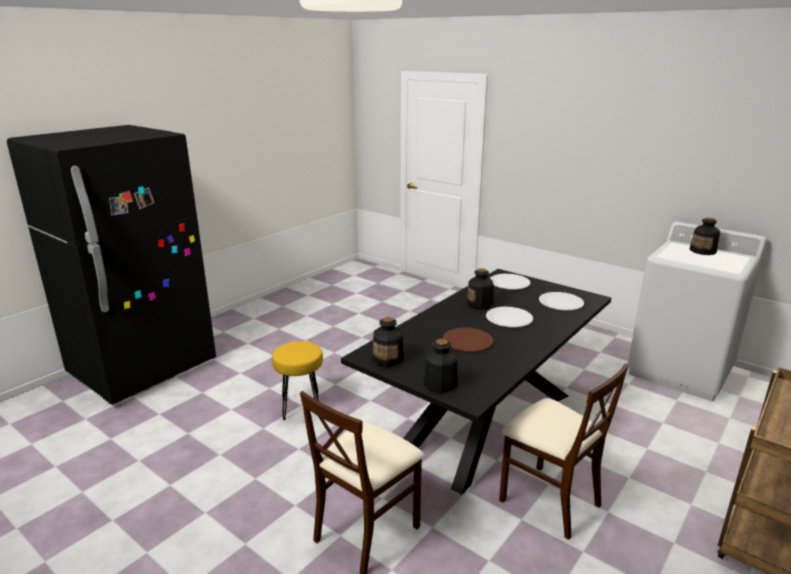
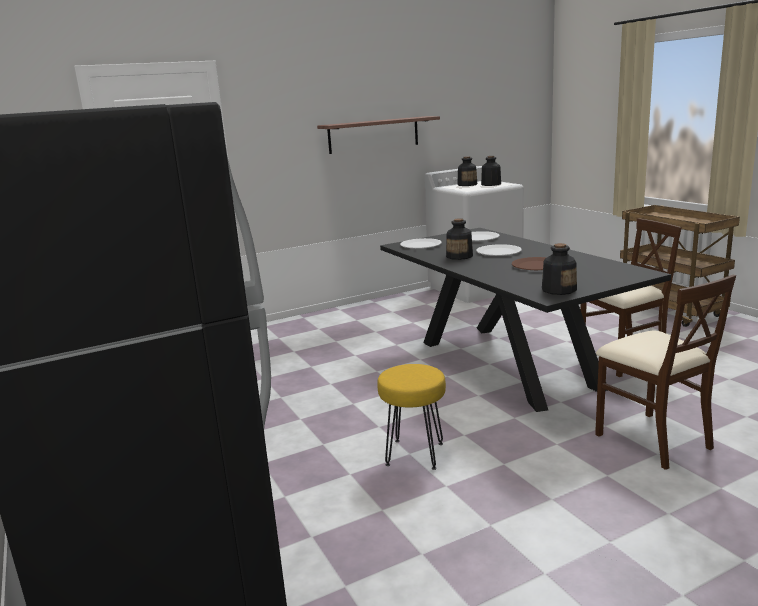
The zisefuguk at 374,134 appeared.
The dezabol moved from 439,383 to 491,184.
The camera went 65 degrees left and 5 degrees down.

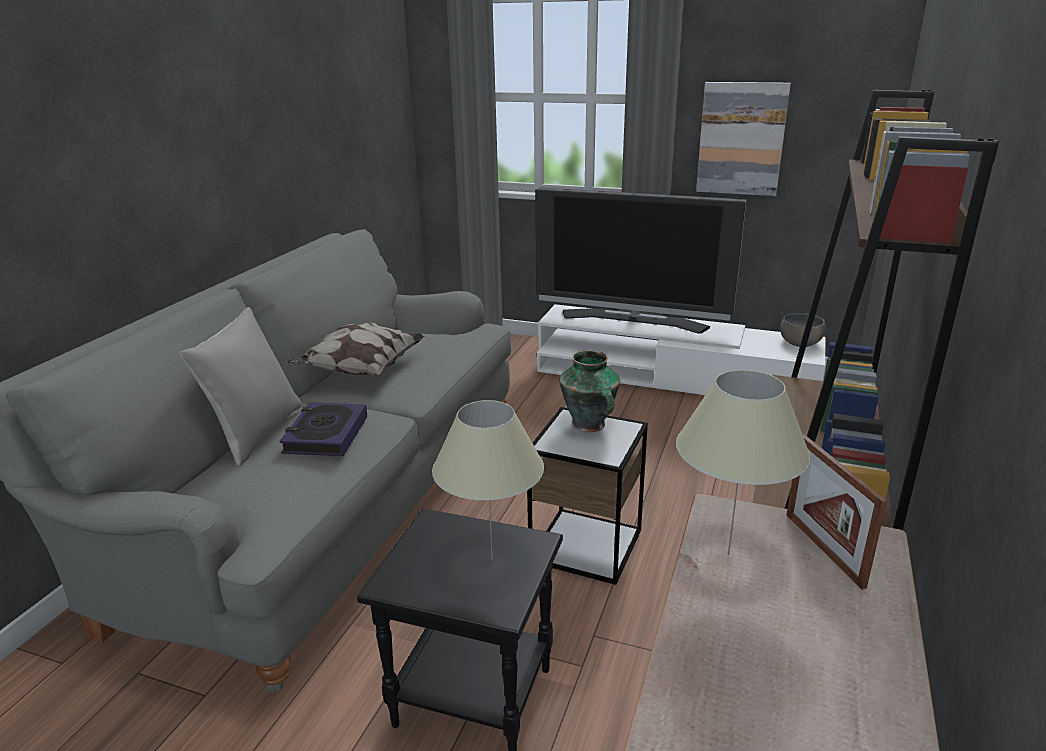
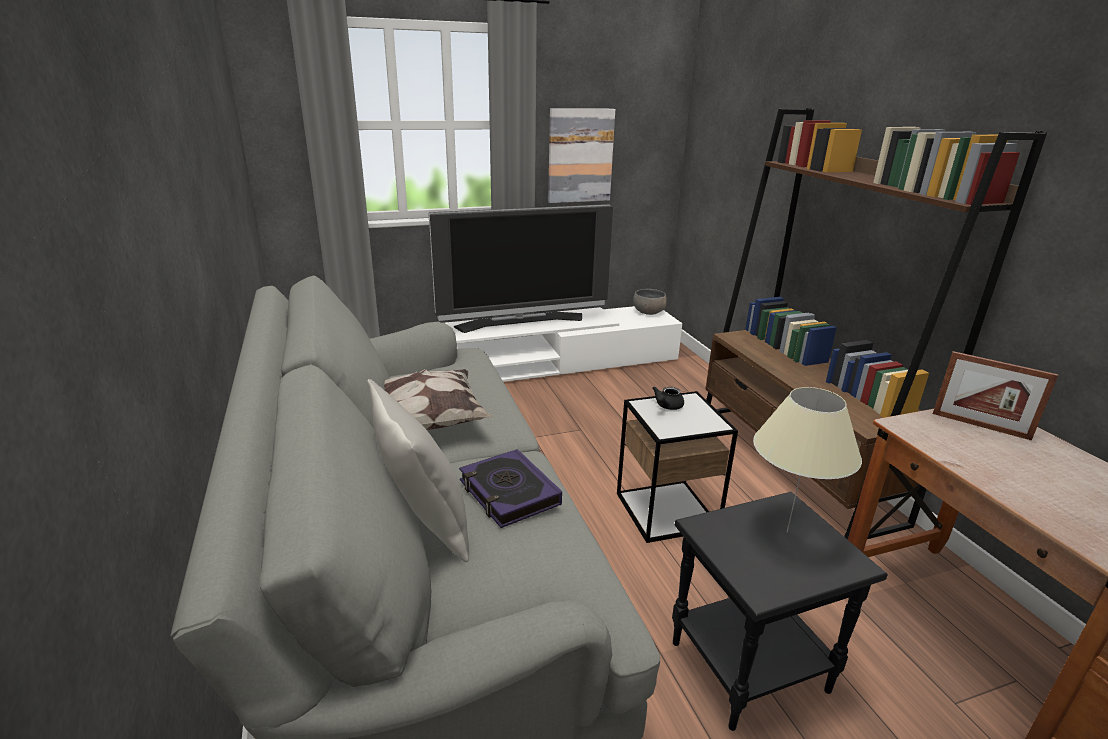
The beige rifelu at 727,554 disappeared.
The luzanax at 589,425 was replaced by the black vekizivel at 667,406.
The camera went 40 degrees left and 0 degrees up.

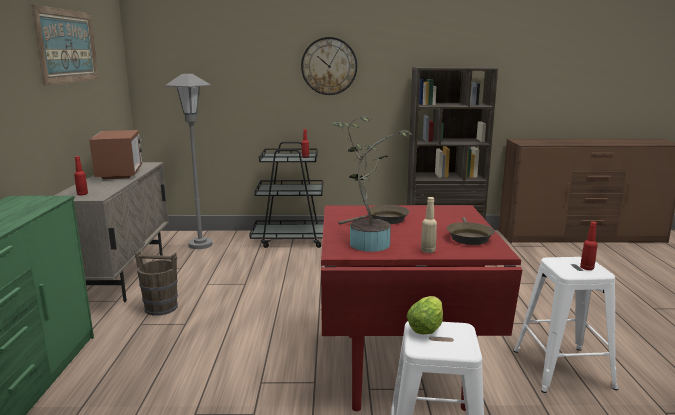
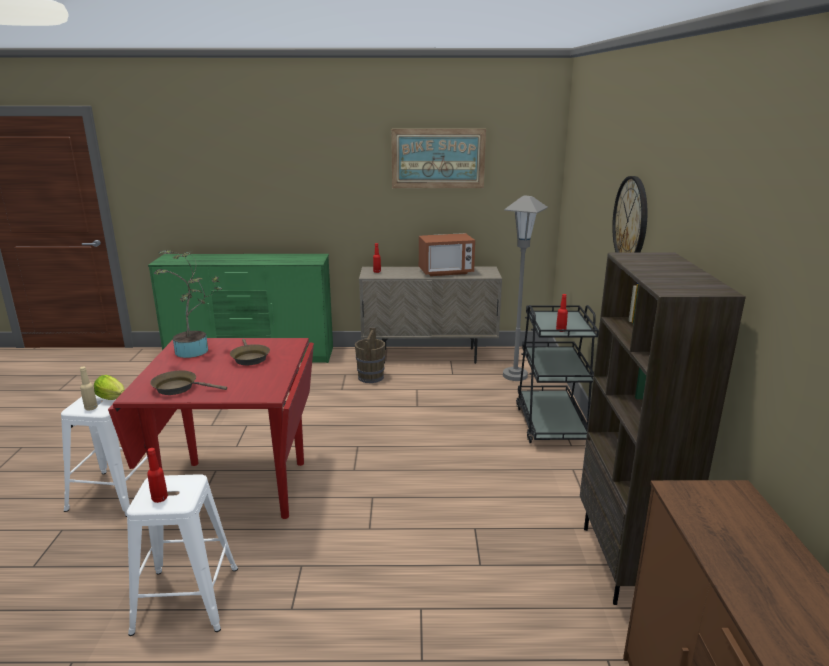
The beige dezabol moved from 428,251 to 91,408.
The camera went 90 degrees right and 5 degrees up.

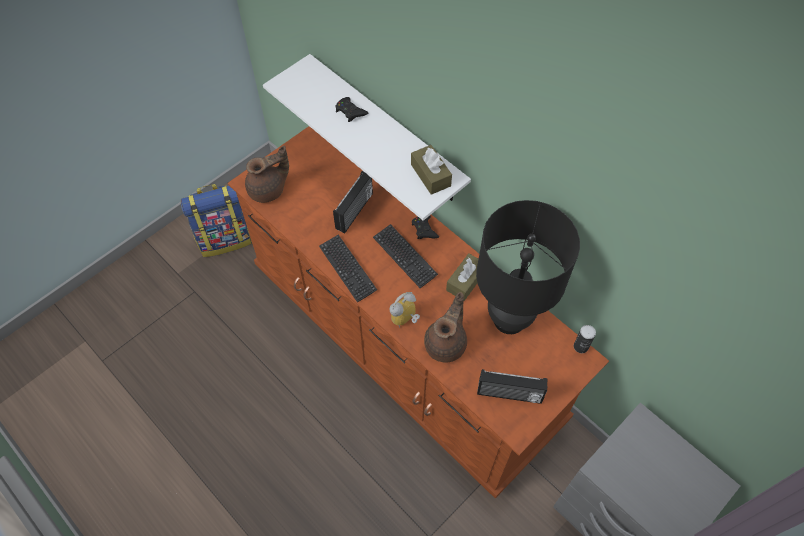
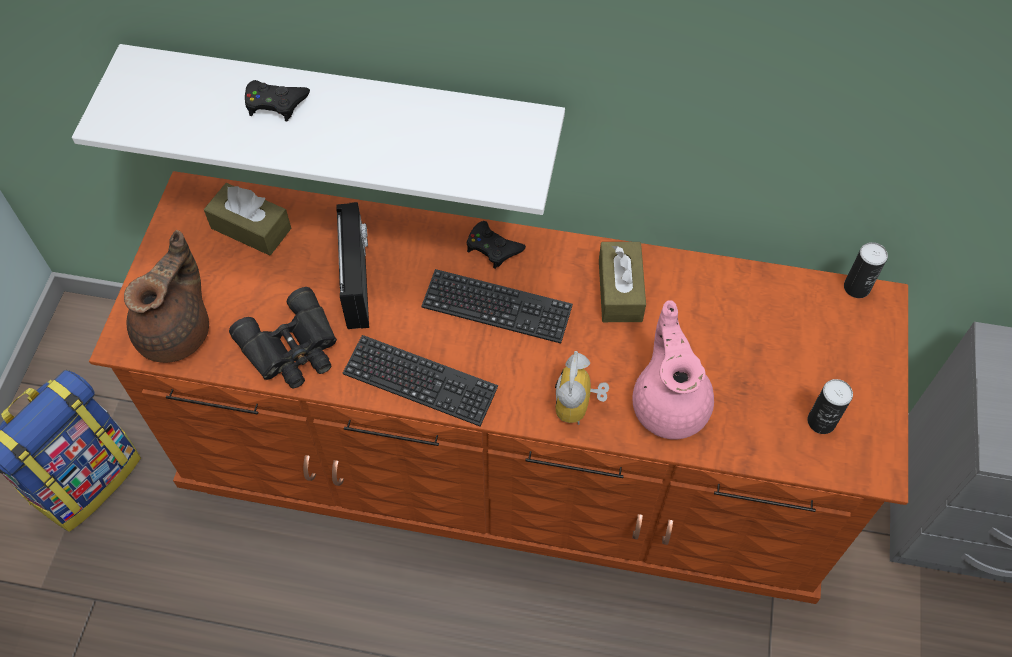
The black rifelu at 509,319 disappeared.
The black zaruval at 293,349 appeared.
The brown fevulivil moved from 430,175 to 251,228.
The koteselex at 509,394 was replaced by the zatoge at 821,421.
The brown vekizivel at 446,343 became the pink vekizivel at 670,403.
The camera went 35 degrees left and 0 degrees up.

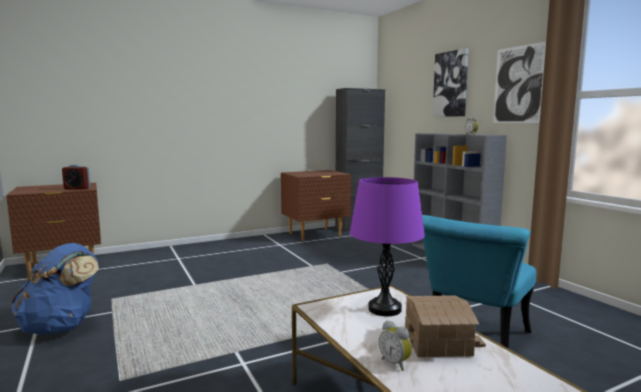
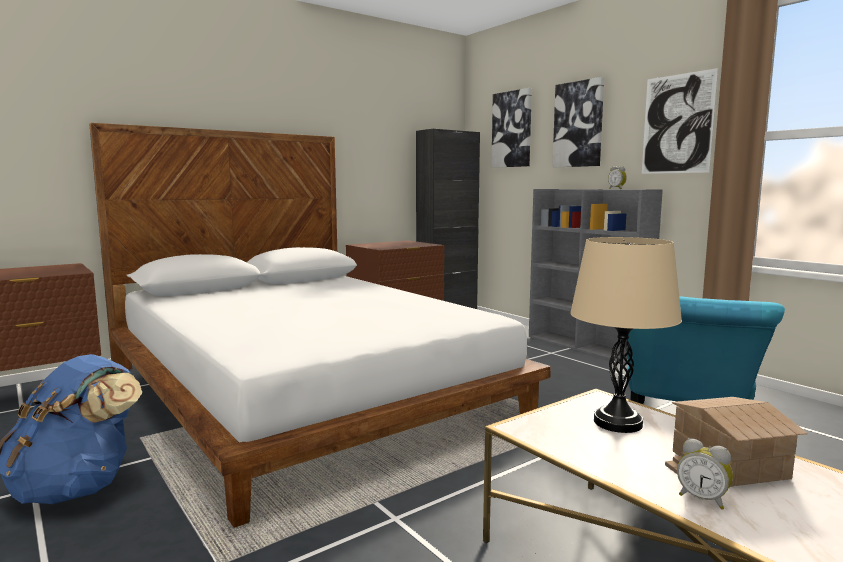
The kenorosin at 77,188 disappeared.
The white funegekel at 304,391 appeared.
The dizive at 512,129 appeared.
The purple rifelu at 384,309 became the beige rifelu at 618,423.
The camera went 10 degrees left and 0 degrees up.

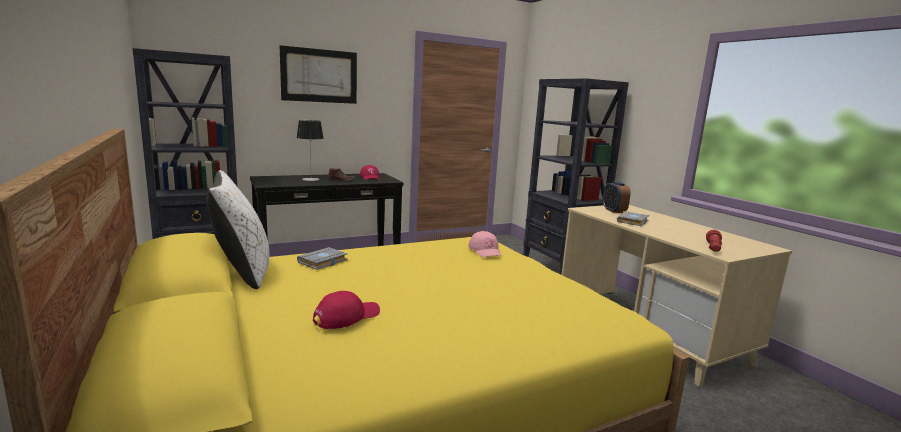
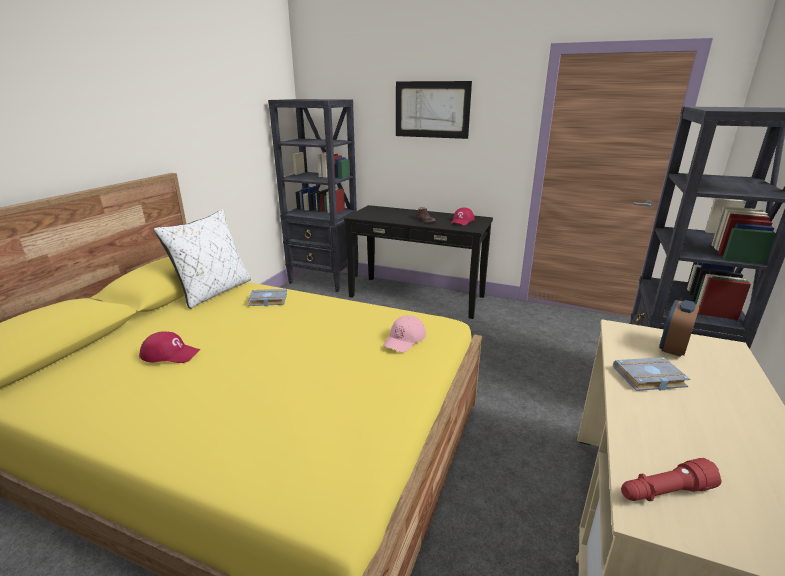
The rifelu at 310,179 disappeared.
The camera went 50 degrees right and 10 degrees up.

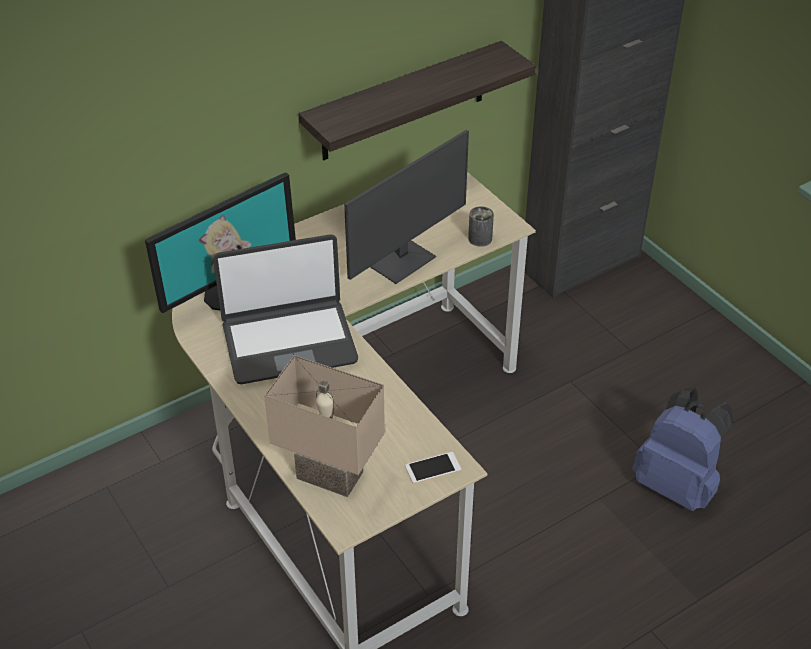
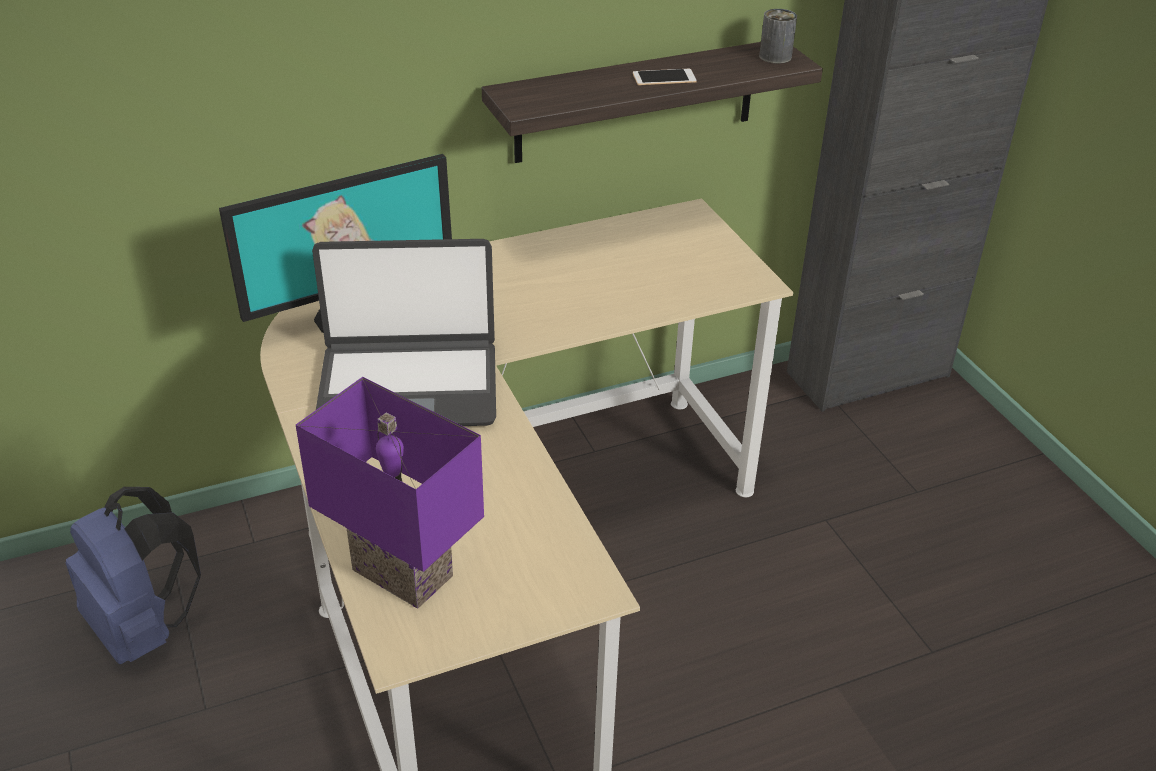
The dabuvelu at 401,260 disappeared.
The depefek moved from 433,468 to 664,78.
The zatoge moved from 480,238 to 775,56.
The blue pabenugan moved from 677,485 to 144,627.
The beige rifelu at 332,473 became the purple rifelu at 407,570.
The camera went 10 degrees right and 5 degrees down.

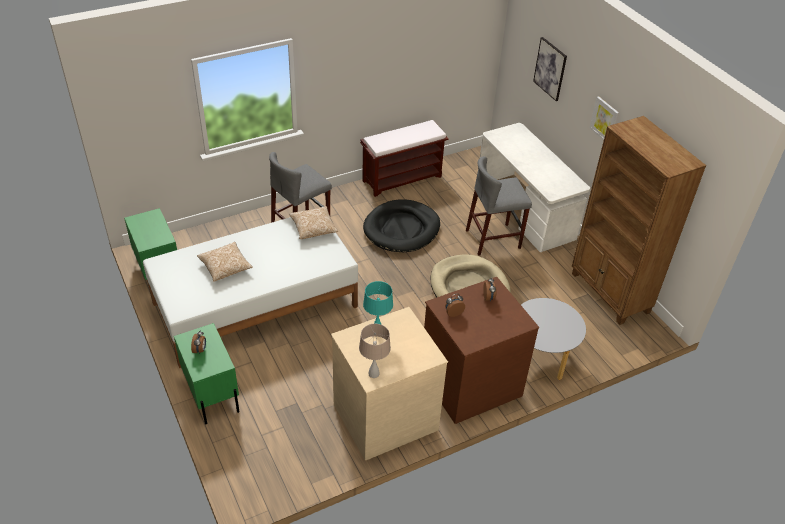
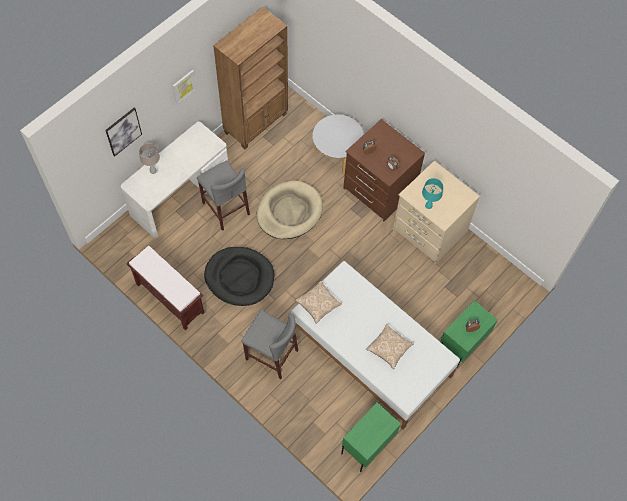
The beige rifelu moved from 374,373 to 153,171.
The camera went 110 degrees left and 20 degrees up.

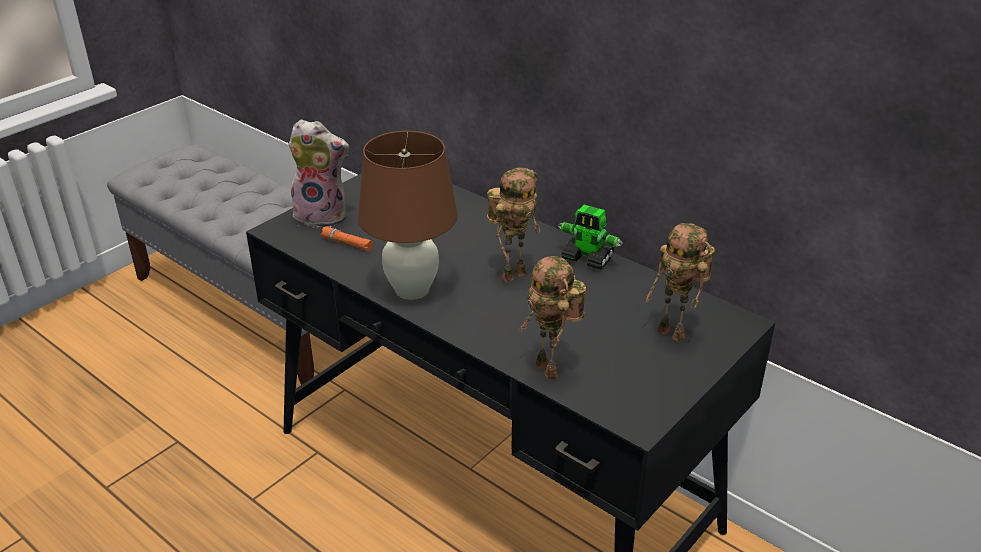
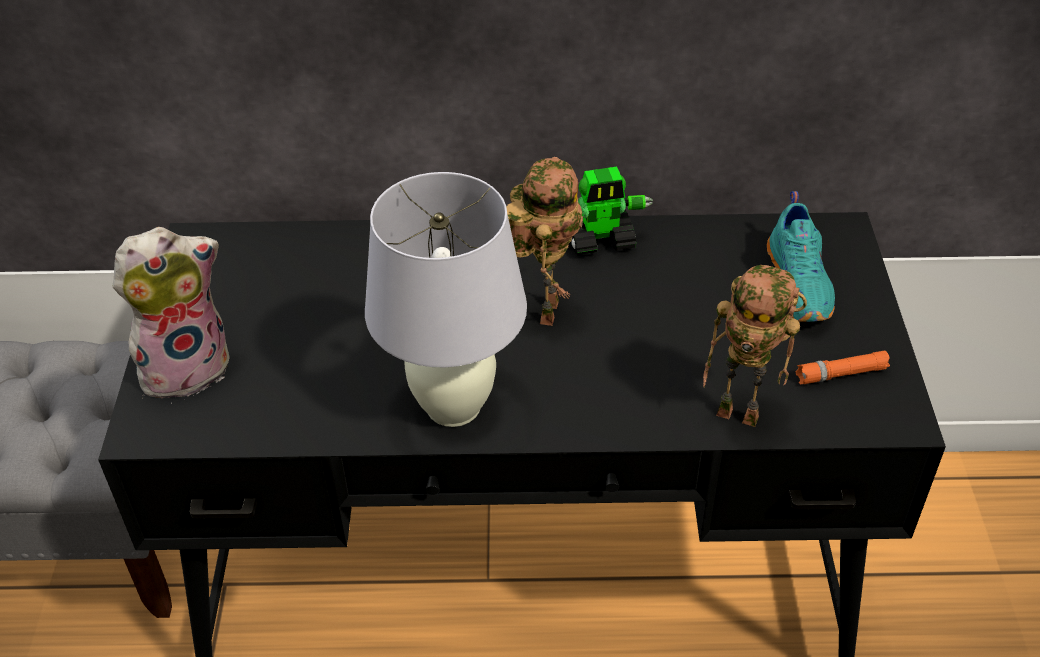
The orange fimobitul moved from 347,243 to 841,374.
The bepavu at 674,333 was replaced by the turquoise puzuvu at 800,284.
The brown rifelu at 411,289 became the white rifelu at 452,406.
The camera went 40 degrees left and 10 degrees up.

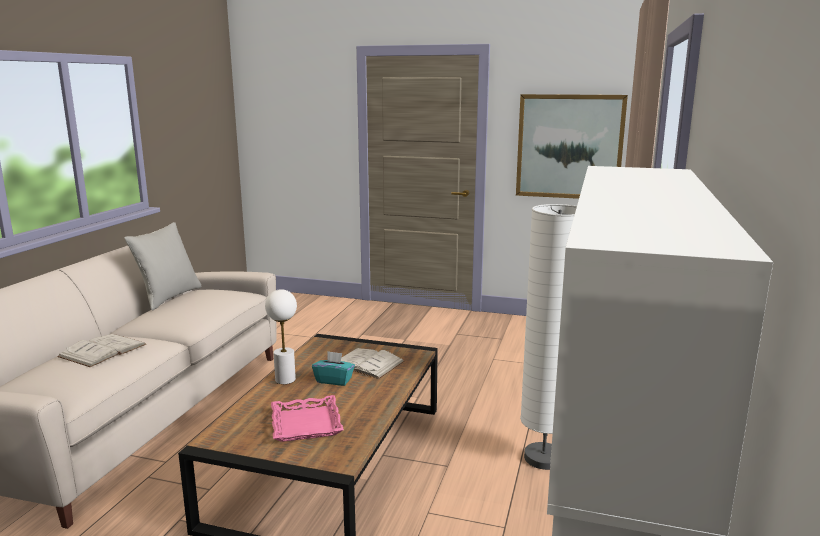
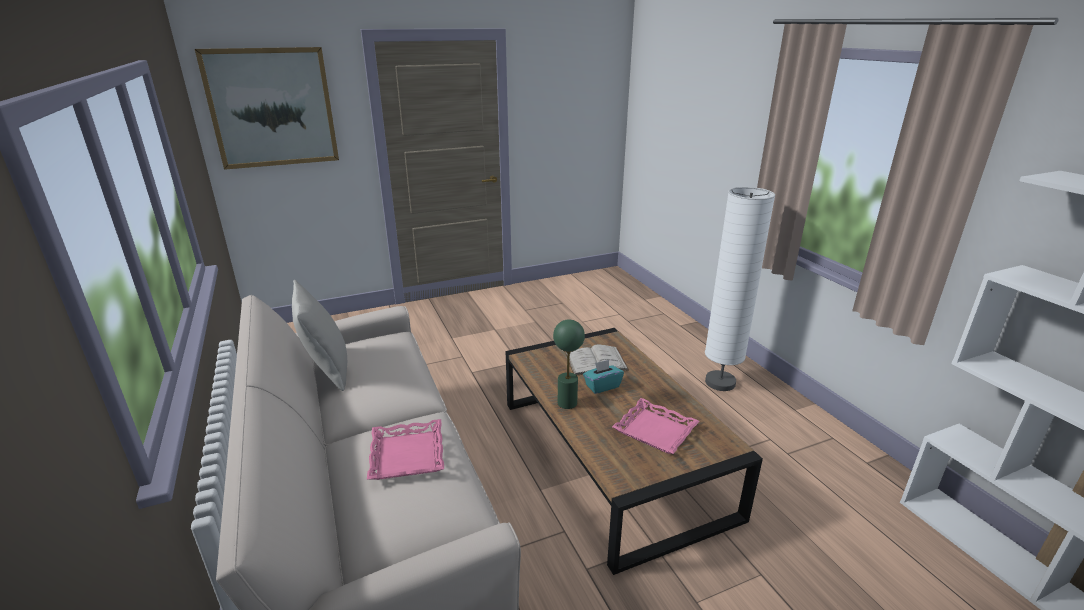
The dizive moved from 569,147 to 272,108.
The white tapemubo at 102,350 was replaced by the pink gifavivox at 406,455.
The white rifelu at 285,380 became the green rifelu at 567,403.
The camera went 40 degrees left and 10 degrees up.

